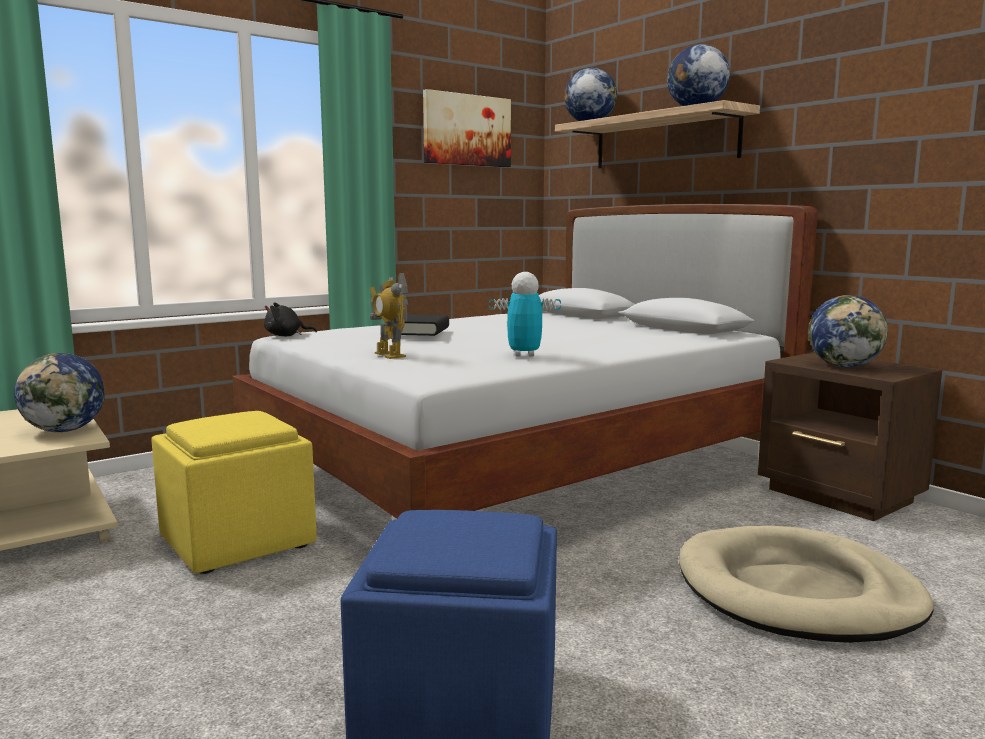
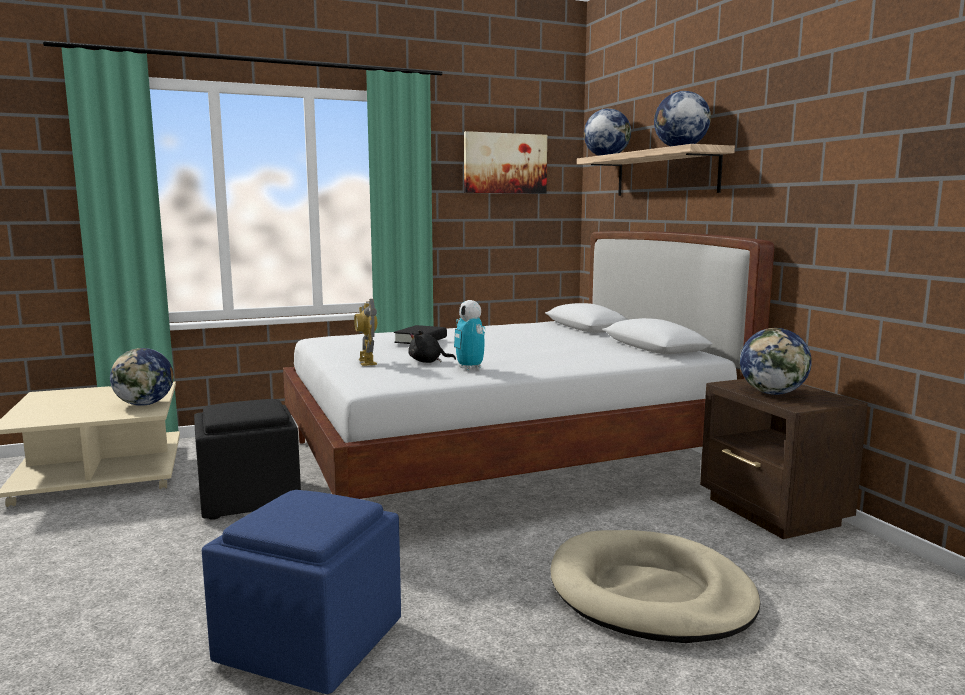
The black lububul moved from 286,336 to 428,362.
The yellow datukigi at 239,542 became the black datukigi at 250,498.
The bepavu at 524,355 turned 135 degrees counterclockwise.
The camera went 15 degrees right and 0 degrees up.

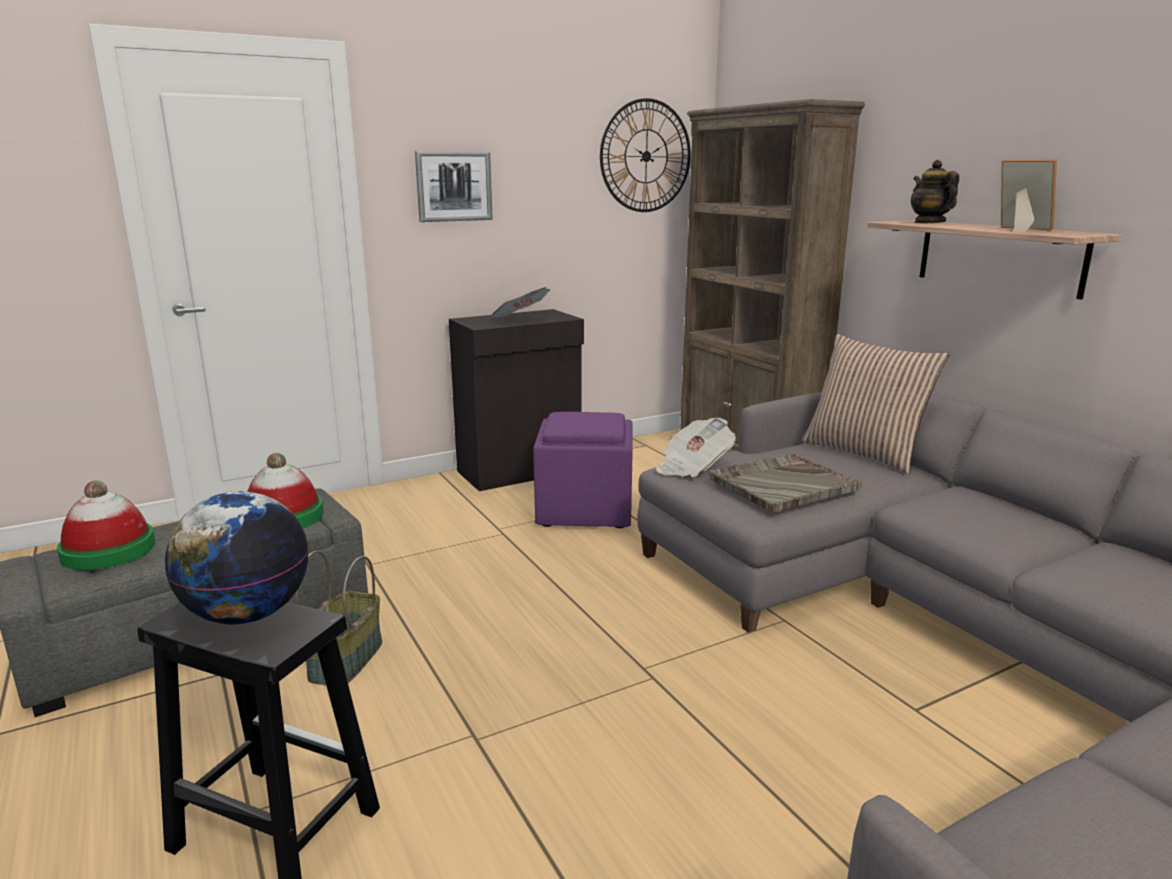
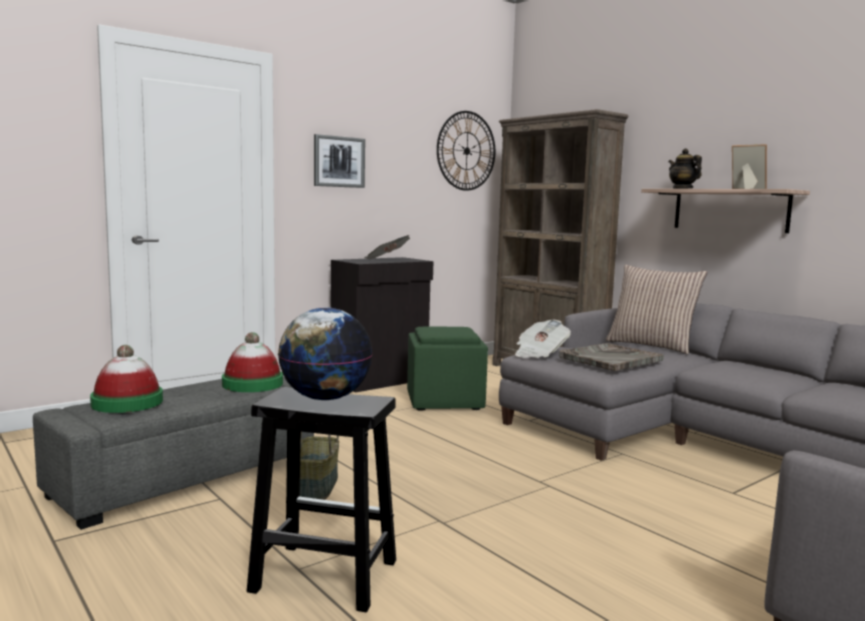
The purple datukigi at 586,510 became the green datukigi at 445,401.
The camera went 10 degrees left and 10 degrees down.

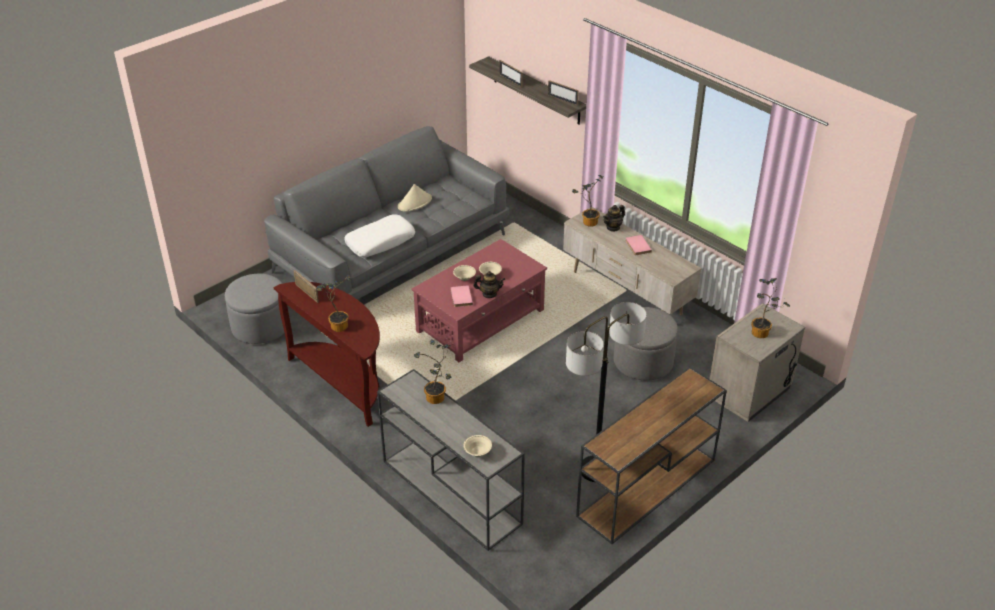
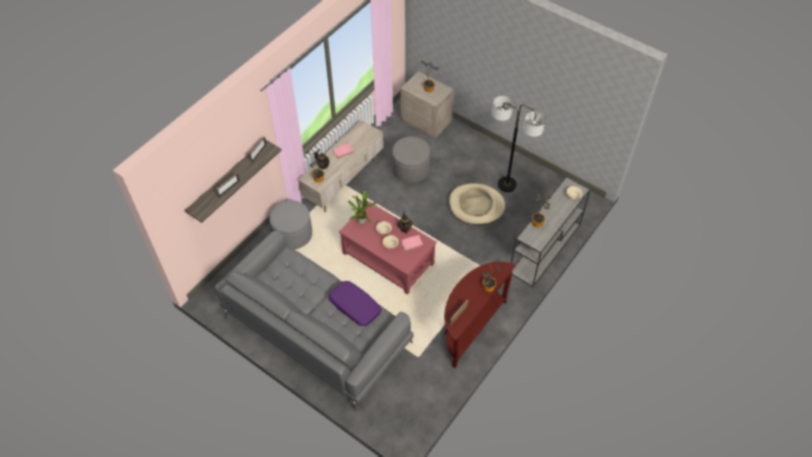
The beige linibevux at 415,203 disappeared.
The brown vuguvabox at 646,489 disappeared.
The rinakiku at 362,220 appeared.
The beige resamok at 476,206 appeared.
The grey datukigi moved from 260,326 to 292,234.
The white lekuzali at 380,242 became the purple lekuzali at 354,306.
The camera went 100 degrees left and 15 degrees up.

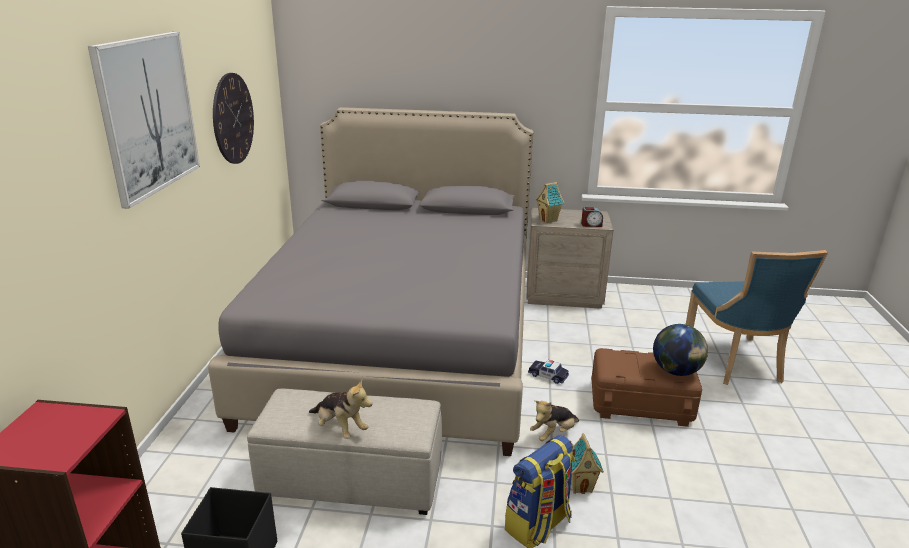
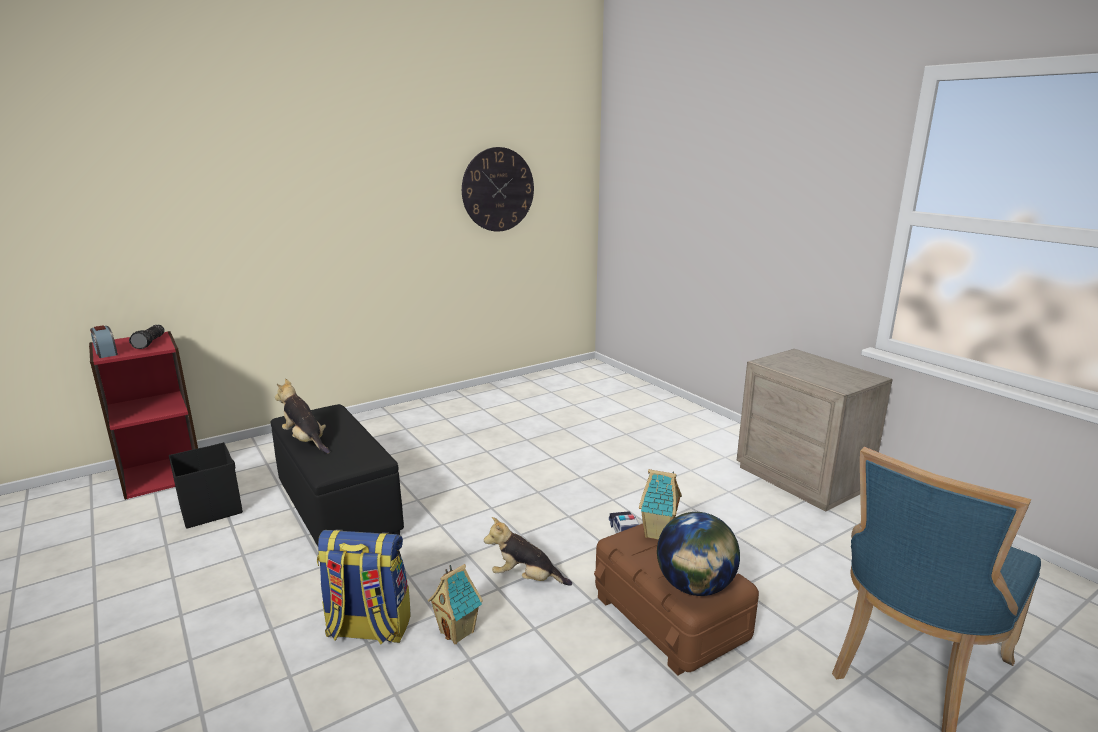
The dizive at 148,115 disappeared.
The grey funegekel at 402,340 disappeared.
The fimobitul at 151,342 appeared.
The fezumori moved from 548,220 to 659,534.
The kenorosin moved from 591,225 to 106,353.
The beige datukigi at 353,481 became the black datukigi at 338,509.
The lububul at 340,428 turned 135 degrees clockwise.
The camera went 50 degrees right and 5 degrees down.

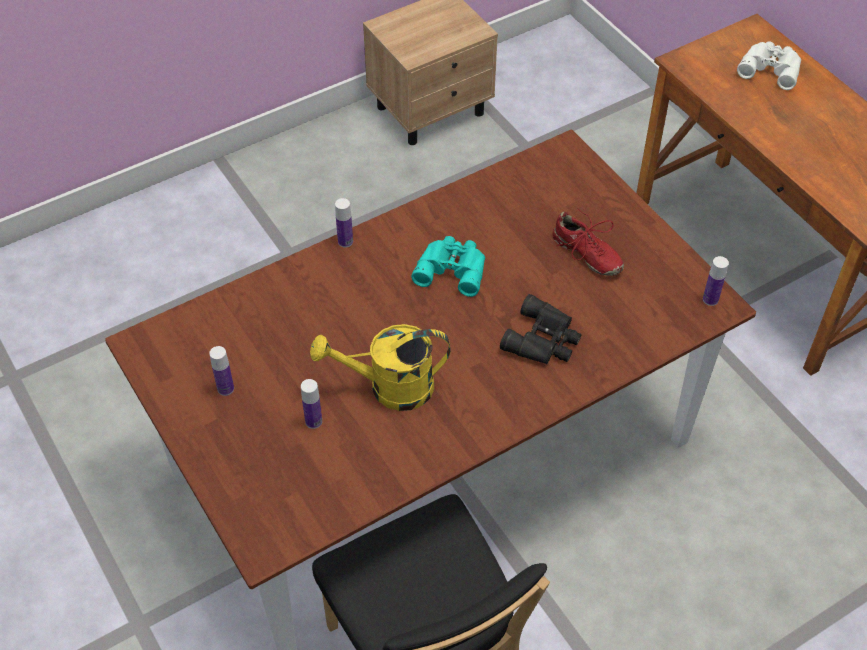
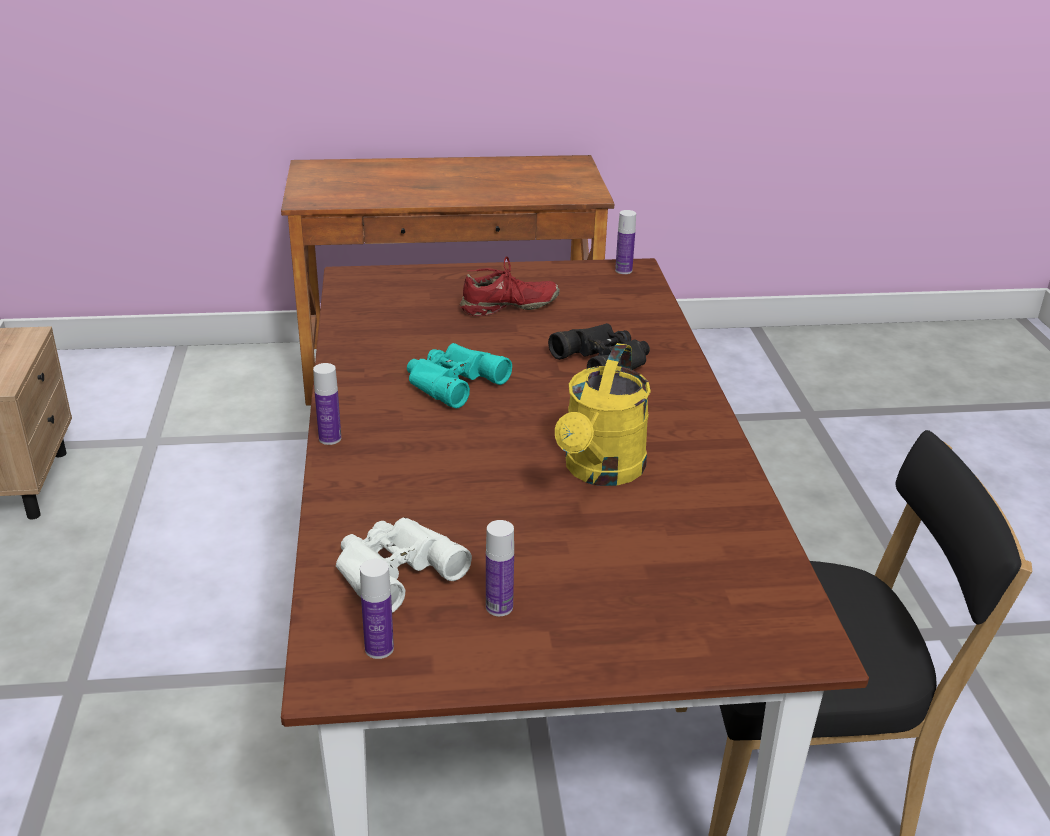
The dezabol moved from 313,421 to 379,648.
The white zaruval moved from 770,68 to 393,570.
The camera went 65 degrees left and 20 degrees down.

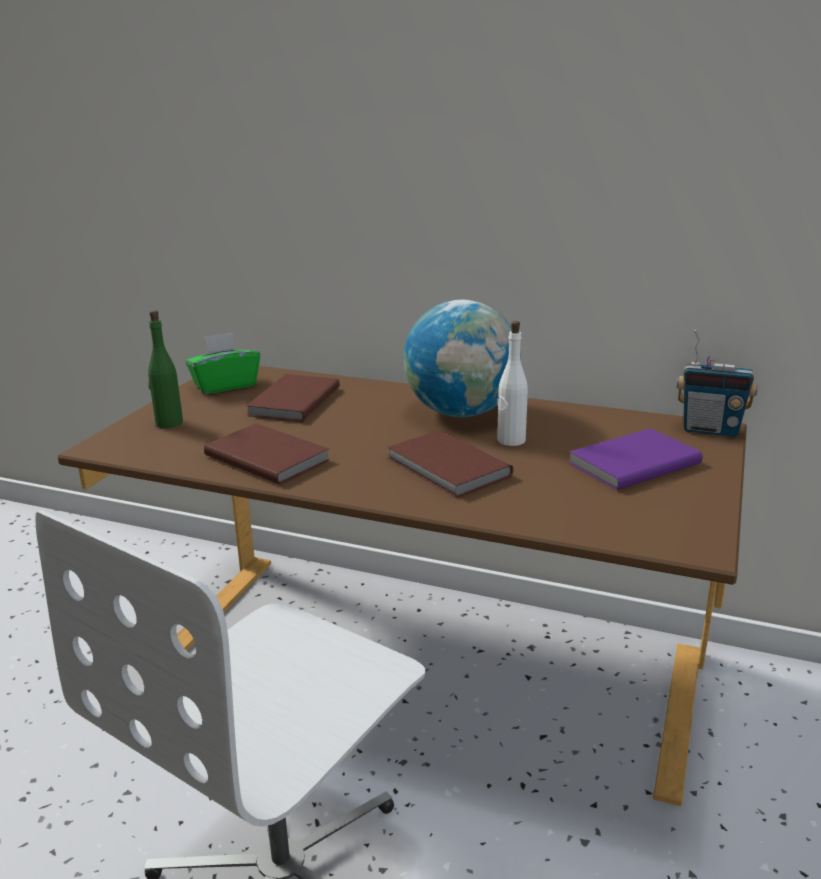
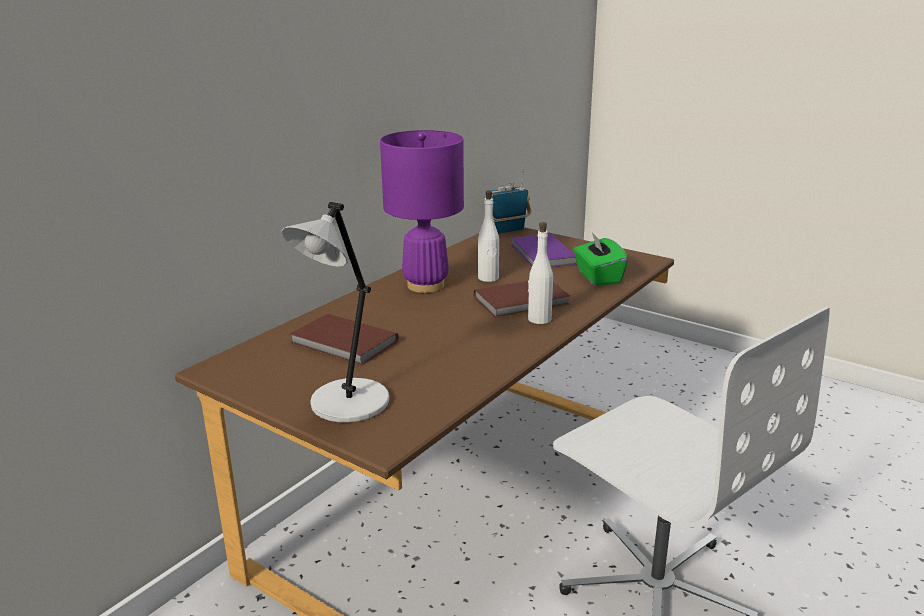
The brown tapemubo at 268,456 disappeared.
The white dezabol at 539,319 appeared.
The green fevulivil moved from 225,385 to 598,277.
The green dezabol at 169,423 was replaced by the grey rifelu at 347,404.
The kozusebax at 461,412 was replaced by the purple rifelu at 426,285.
The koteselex at 710,430 turned 150 degrees counterclockwise.
The camera went 75 degrees left and 0 degrees up.

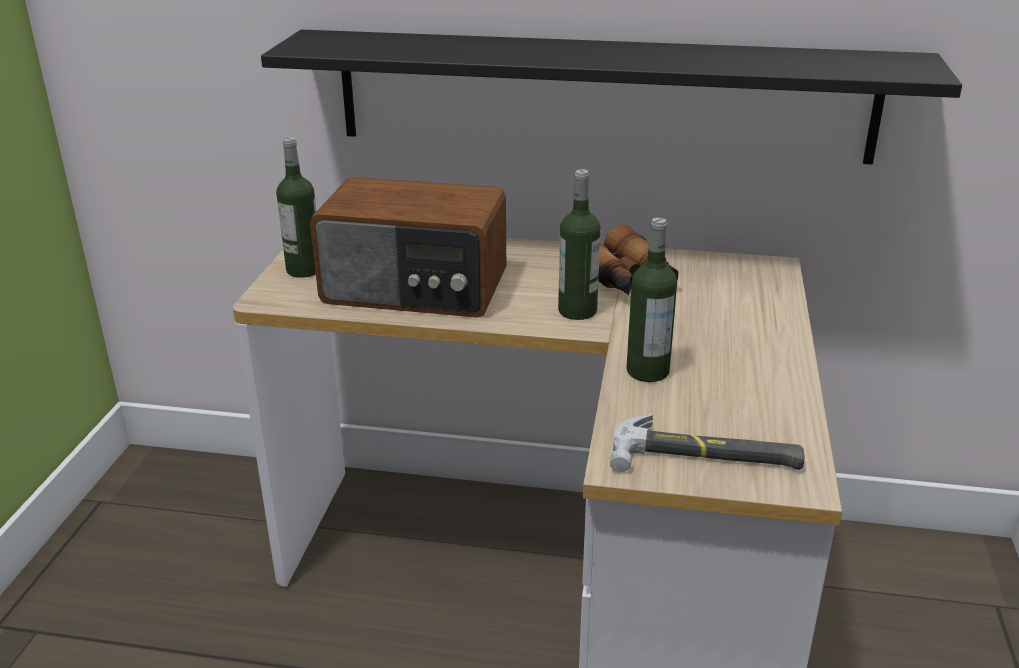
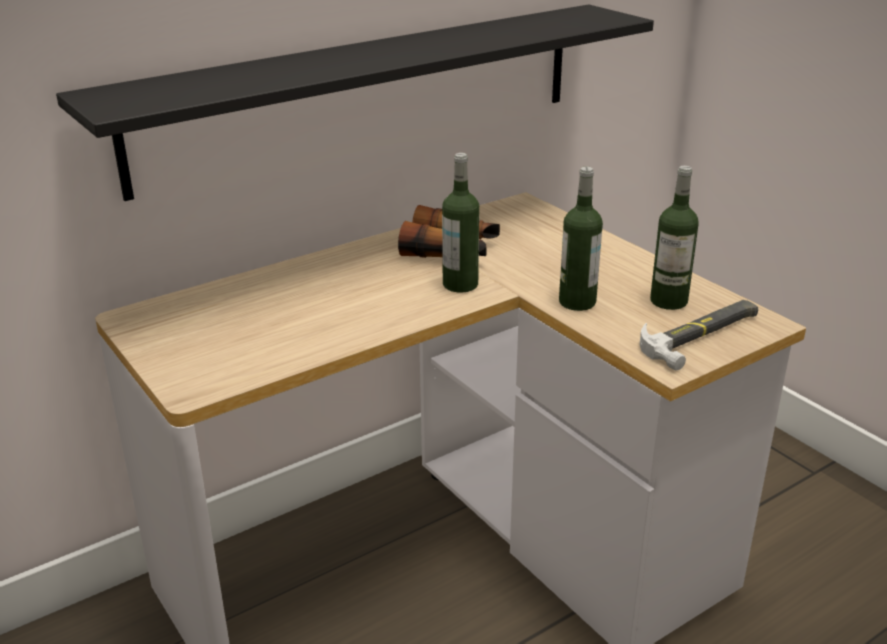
The koteselex at 415,289 disappeared.
The dezabol moved from 304,270 to 668,301.
The camera went 45 degrees left and 0 degrees up.

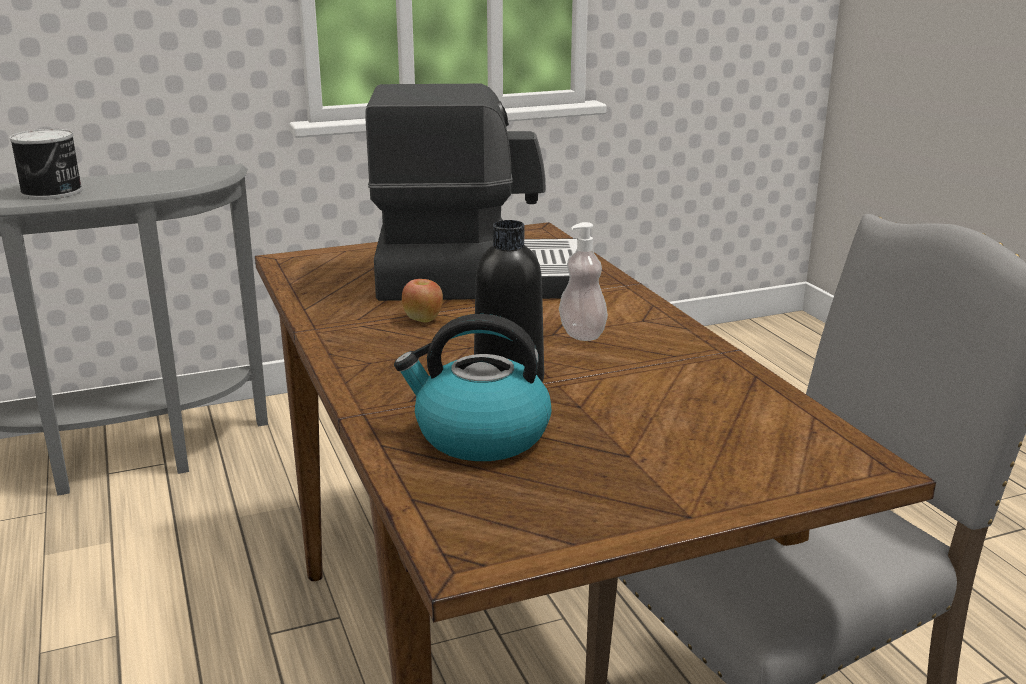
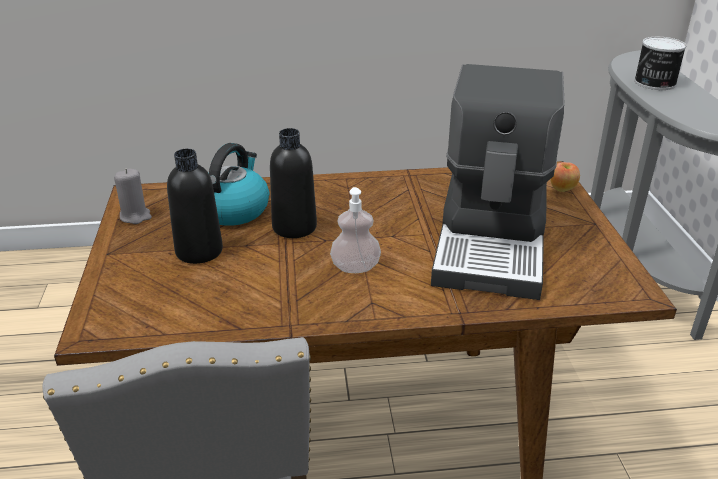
The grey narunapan at 135,216 appeared.
The black dezabol at 199,251 appeared.
The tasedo moved from 423,319 to 562,189.
The camera went 105 degrees right and 10 degrees up.

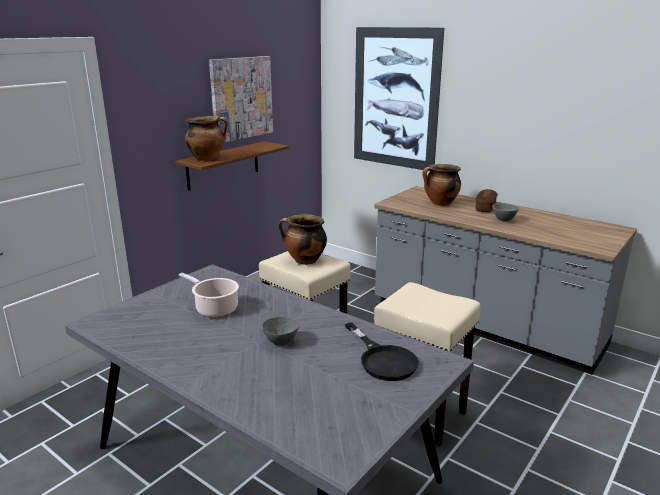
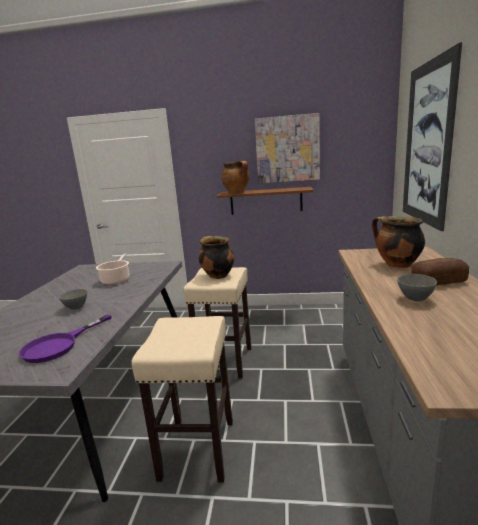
The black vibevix at 383,359 became the purple vibevix at 59,345.
The camera went 60 degrees right and 5 degrees down.

